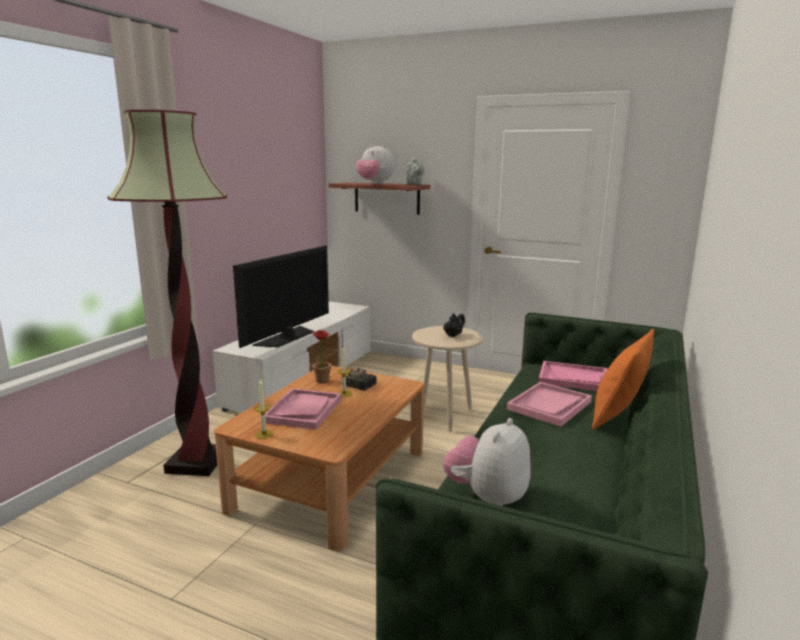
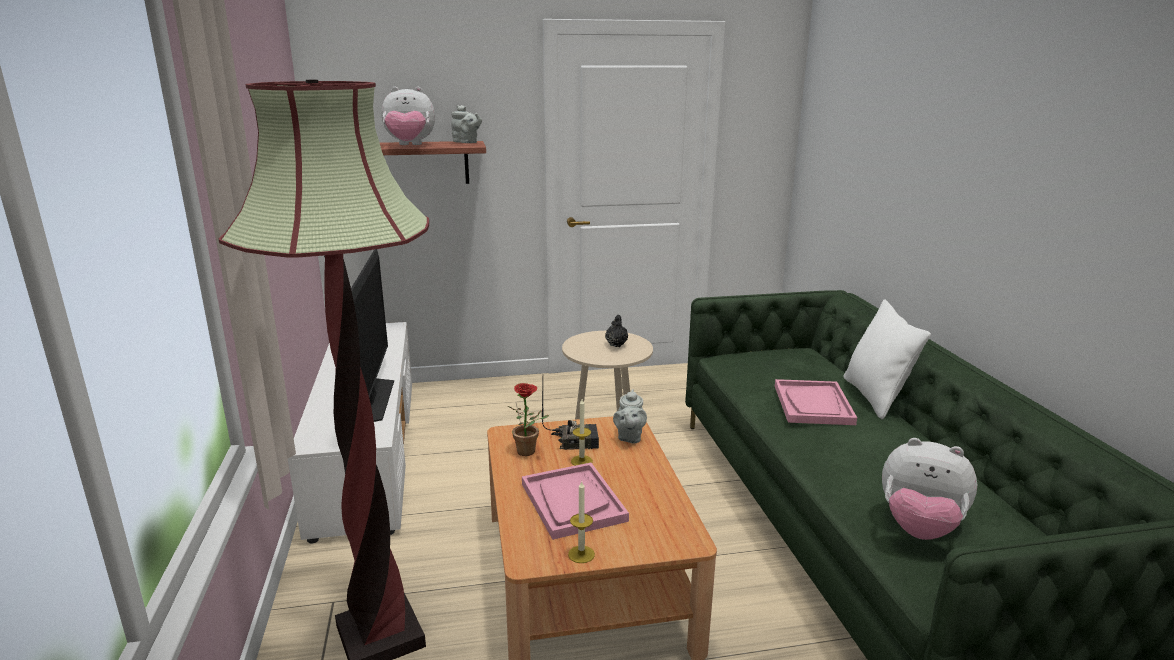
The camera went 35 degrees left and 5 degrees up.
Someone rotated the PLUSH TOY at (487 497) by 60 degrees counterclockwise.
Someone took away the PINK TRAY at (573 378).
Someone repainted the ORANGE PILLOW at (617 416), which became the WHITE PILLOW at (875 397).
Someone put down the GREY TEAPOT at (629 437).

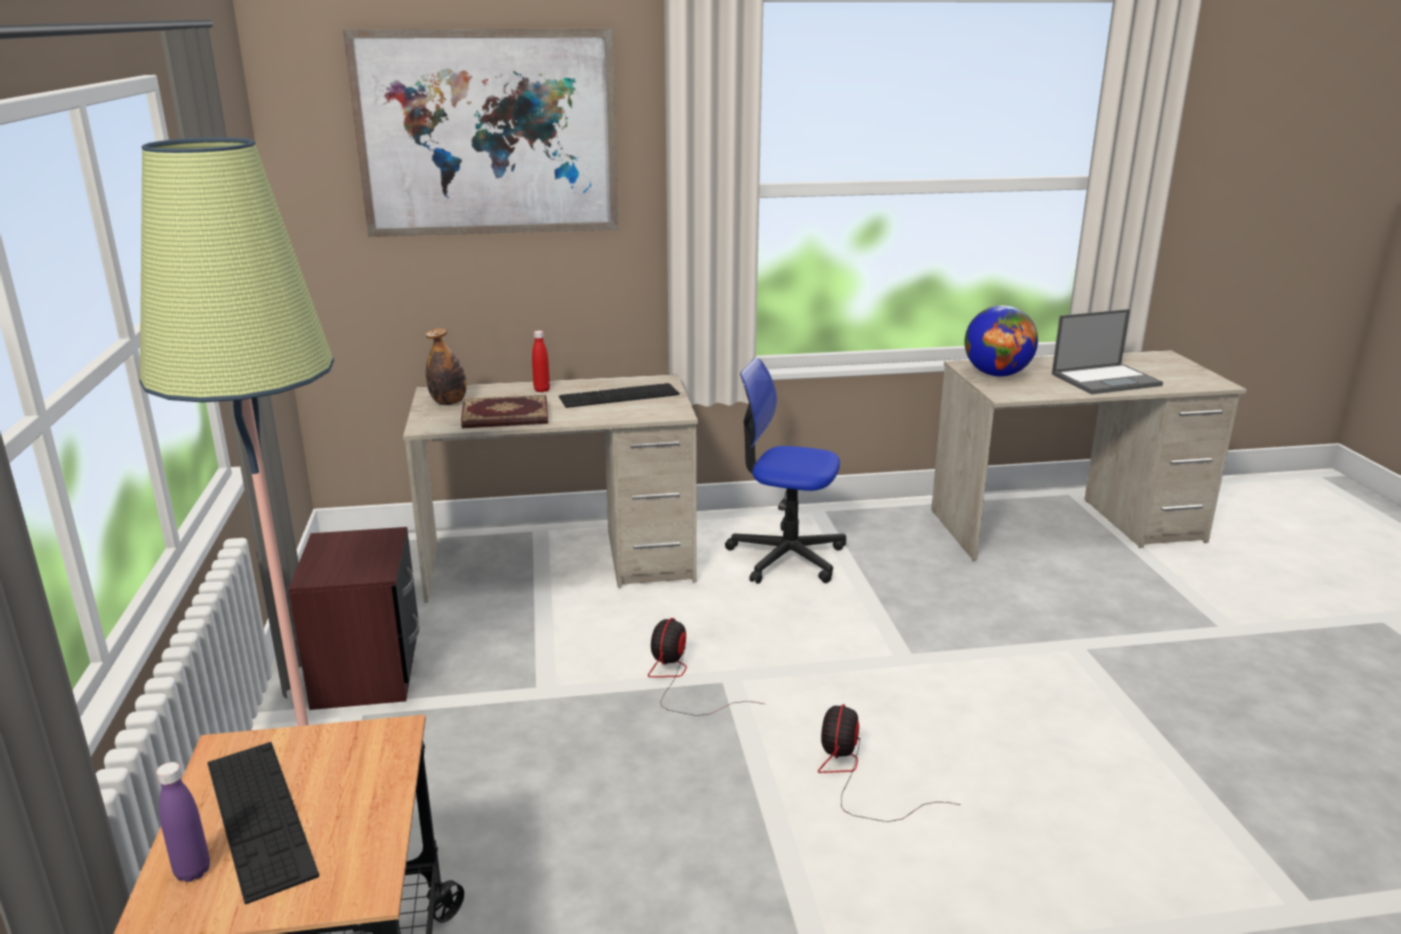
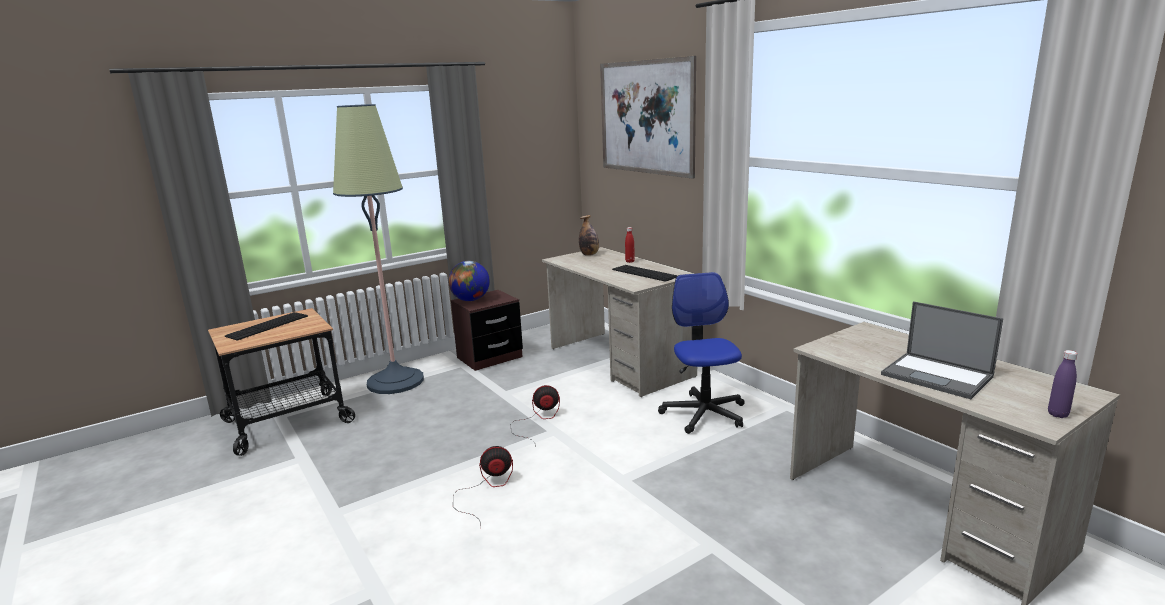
The camera went 65 degrees right and 5 degrees down.
Someone carried the PURPLE BOTTLE from (192 871) to (1057 414).
Someone took away the BOOK at (505 417).
Someone carried the GLOBE from (997 374) to (471 300).

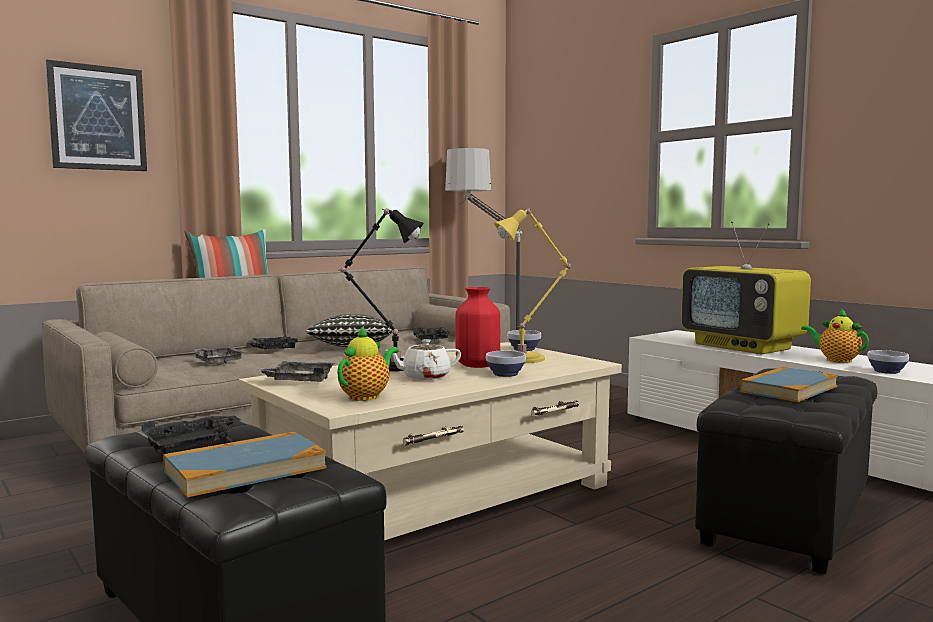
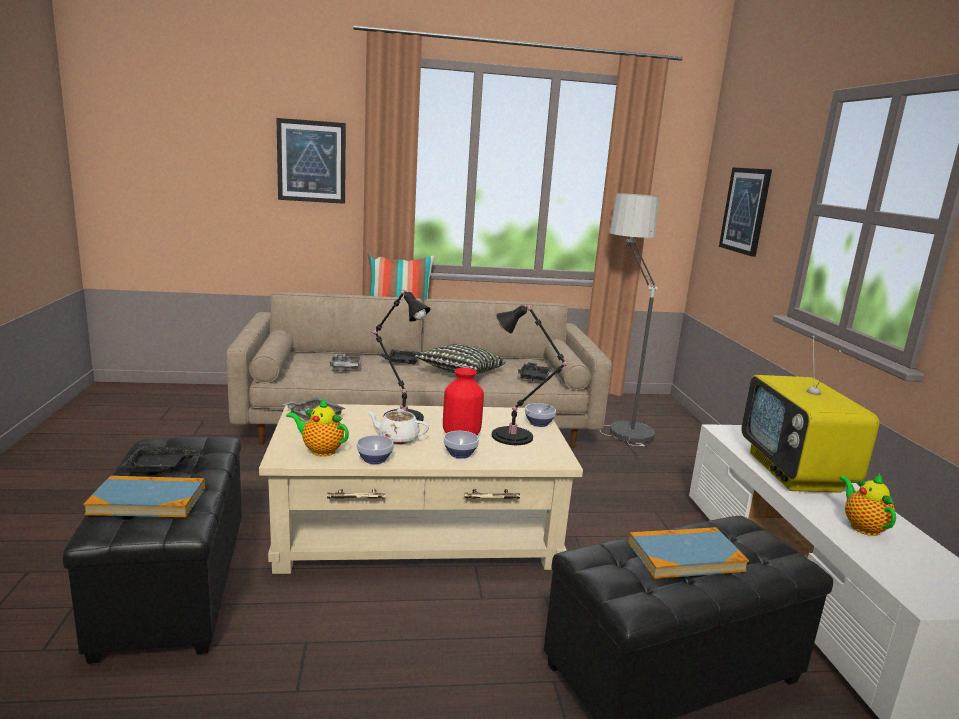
The camera went 30 degrees right and 10 degrees up.
Someone rotated the TEAPOT at (366 396) by 135 degrees counterclockwise.
Someone repainted the YELLOW TABLE LAMP at (526 358), which became the BLACK TABLE LAMP at (515 437).
Someone carried the BOWL from (886 371) to (373 460).
Someone put up the PICTURE at (745 210).

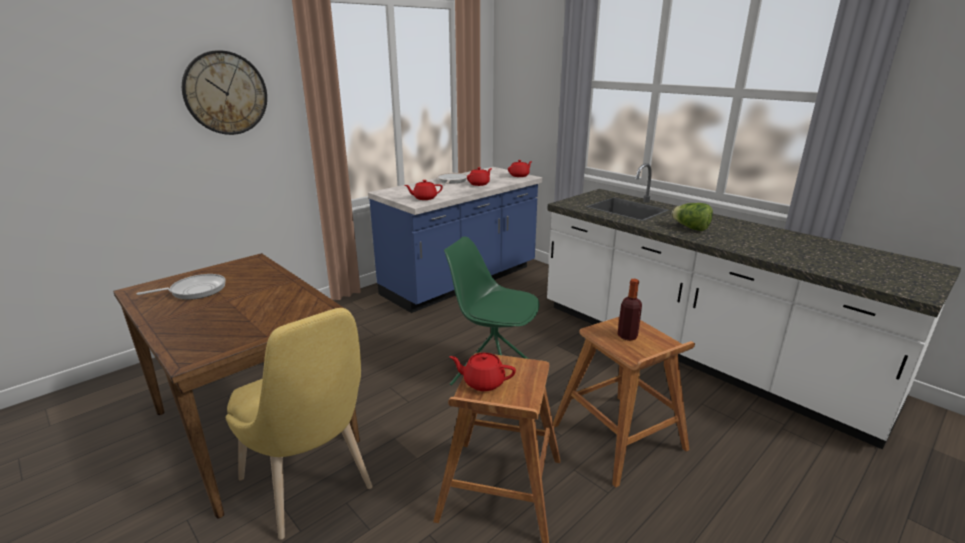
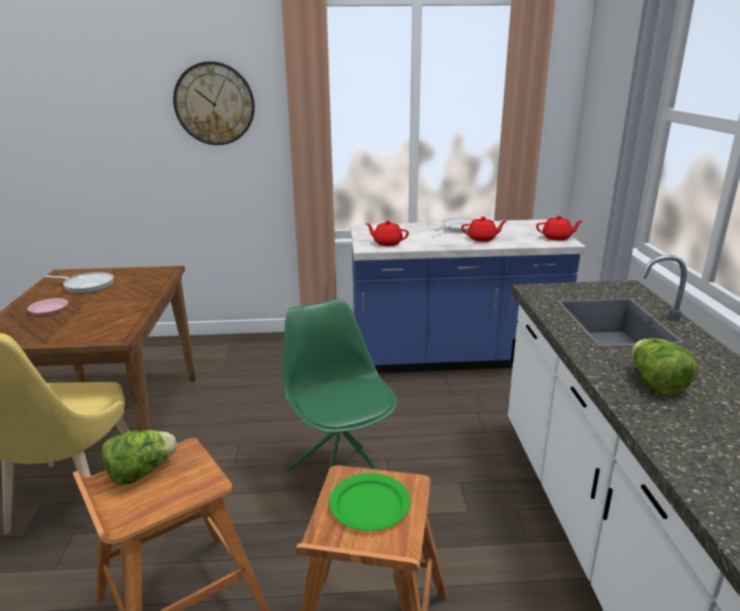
The camera went 40 degrees right and 0 degrees up.
Someone swapped the RED TEAPOT at (483 382) for the LETTUCE at (141 473).
Someone swapped the BOTTLE at (627 336) for the GREEN PLATE at (369 505).
Someone put down the PINK PLATE at (49 309).

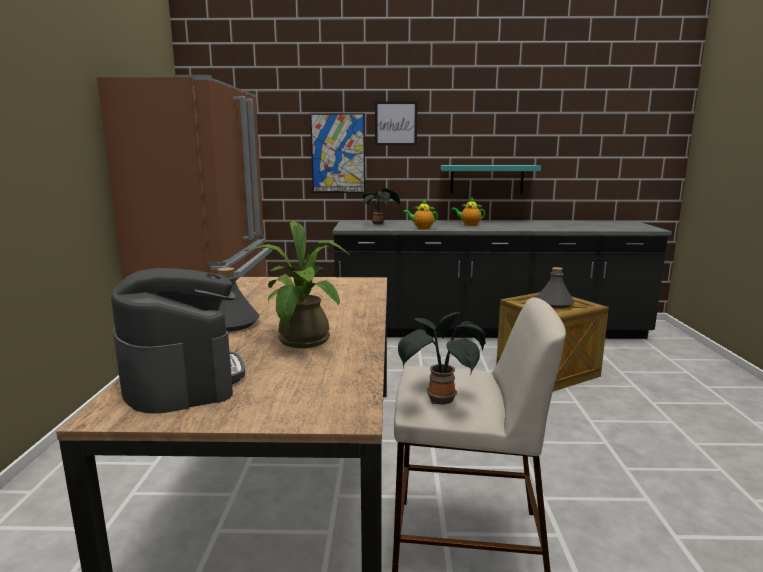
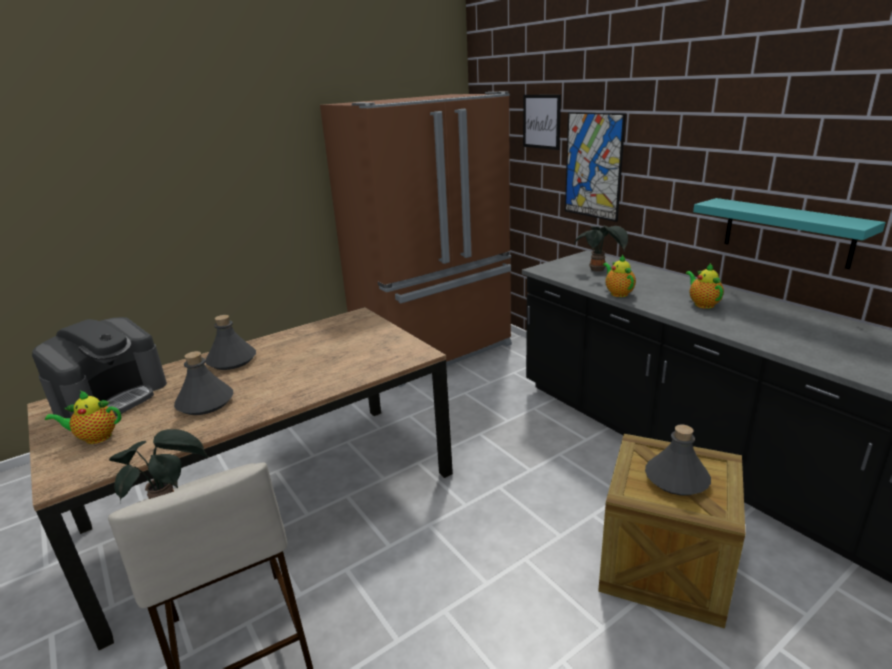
The camera went 55 degrees right and 10 degrees up.
Someone swapped the POTTED PLANT at (303 343) for the GREY BOTTLE at (205 403).
Someone carried the PICTURE from (396 123) to (541 121).
Someone put down the TEAPOT at (95 438).

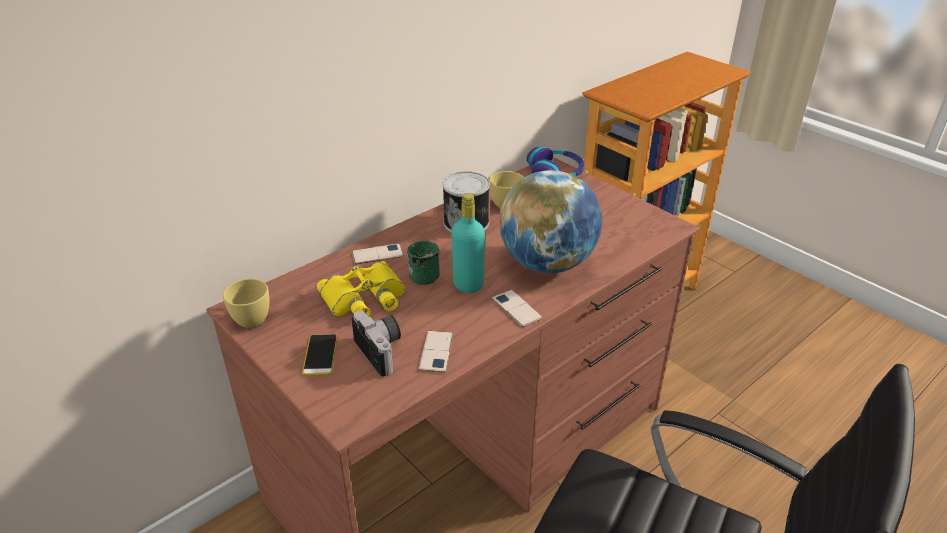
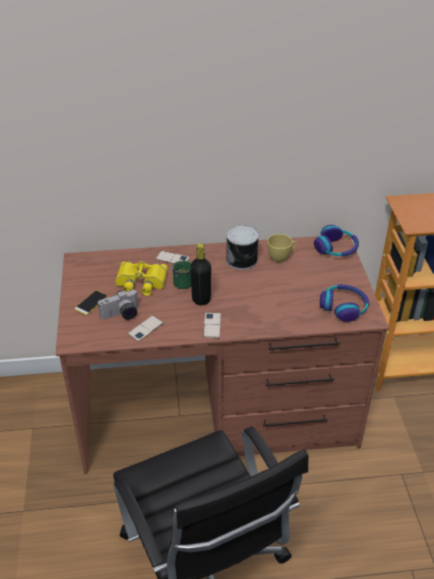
The camera went 35 degrees right and 5 degrees up.
Someone took away the YELLOW CUP at (251 316).
Someone rotated the PHOTO CAMERA at (383 351) by 60 degrees clockwise.
Someone repainted the TURQUOISE BOTTLE at (468 285), which became the BLACK BOTTLE at (201 299).
Someone took away the GLOBE at (547 263).
Someone put down the HEADPHONES at (343 307).

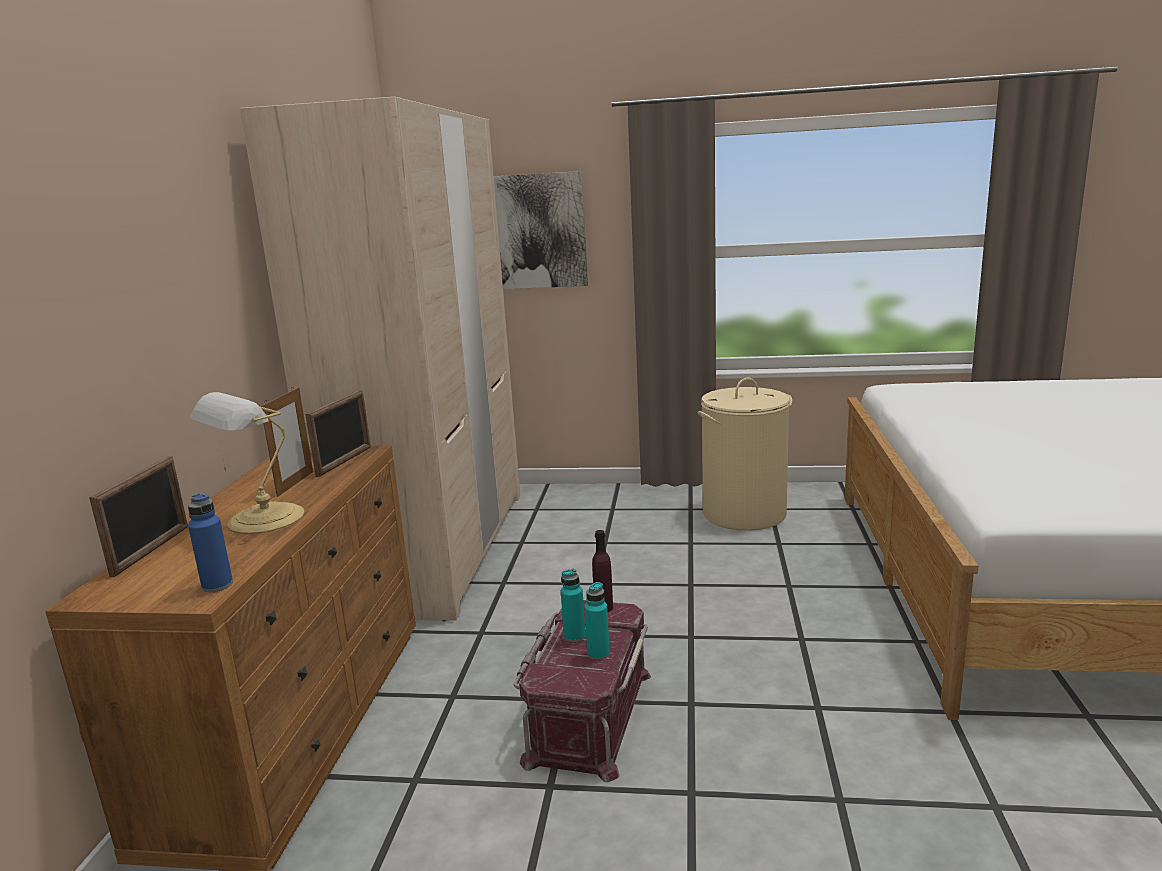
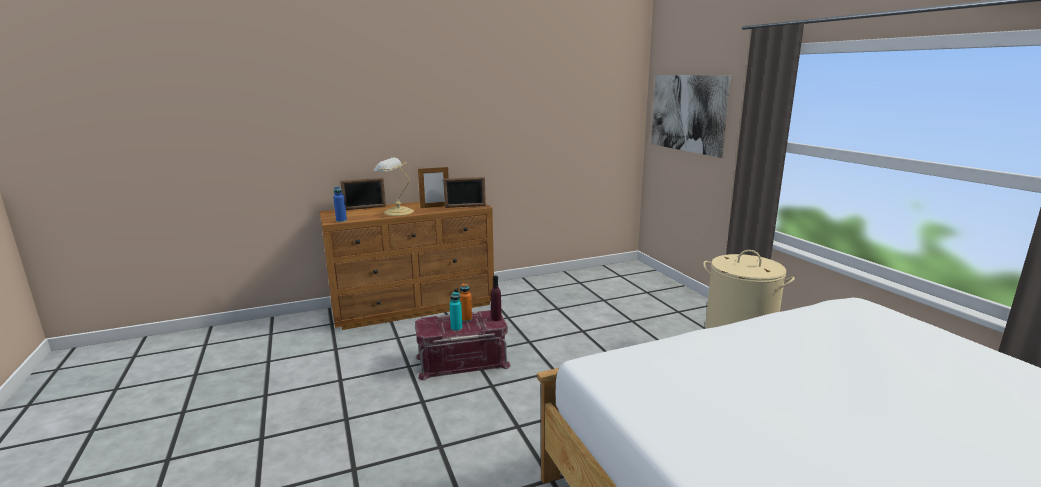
The camera went 60 degrees right and 0 degrees up.
Someone took away the BEIGE WARDROBE at (438 548).
Someone repainted the TURQUOISE BOTTLE at (574 636), which became the ORANGE BOTTLE at (466 319).

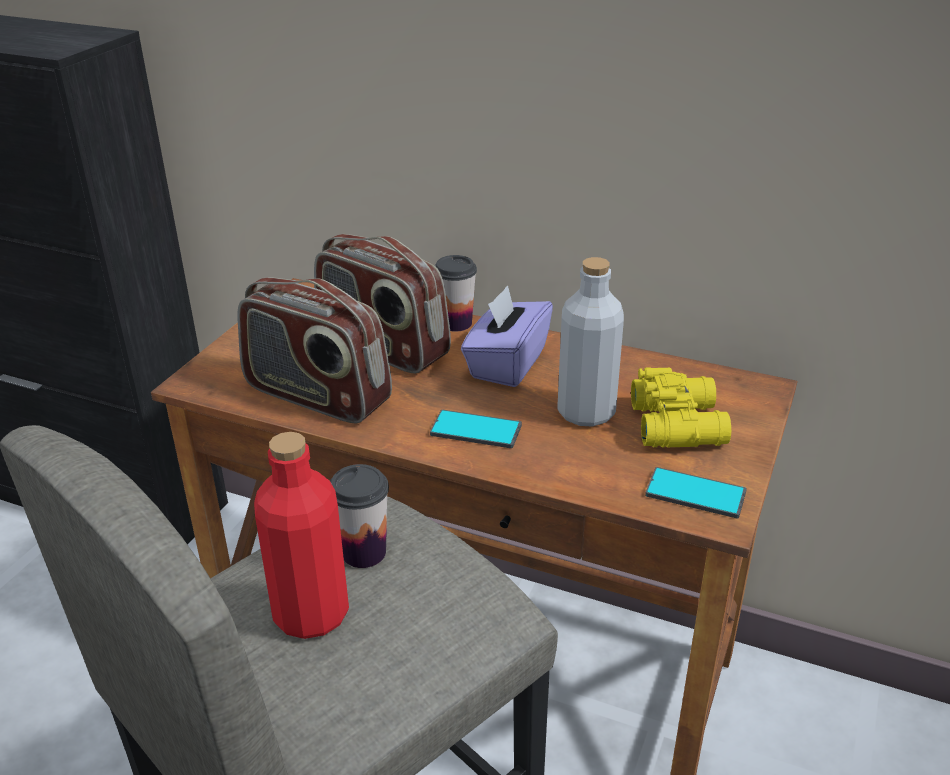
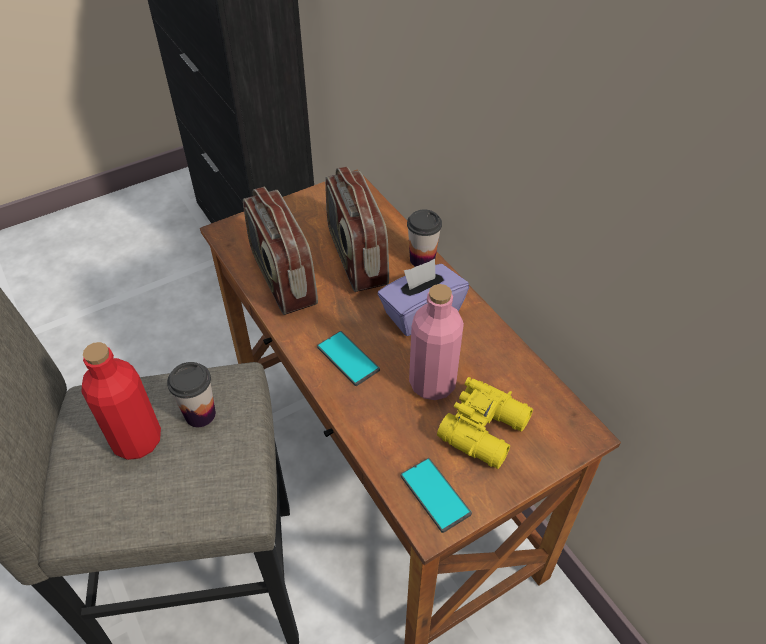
The camera went 35 degrees right and 15 degrees up.
Someone repainted the GREY BOTTLE at (586 412), which became the PINK BOTTLE at (432 383).

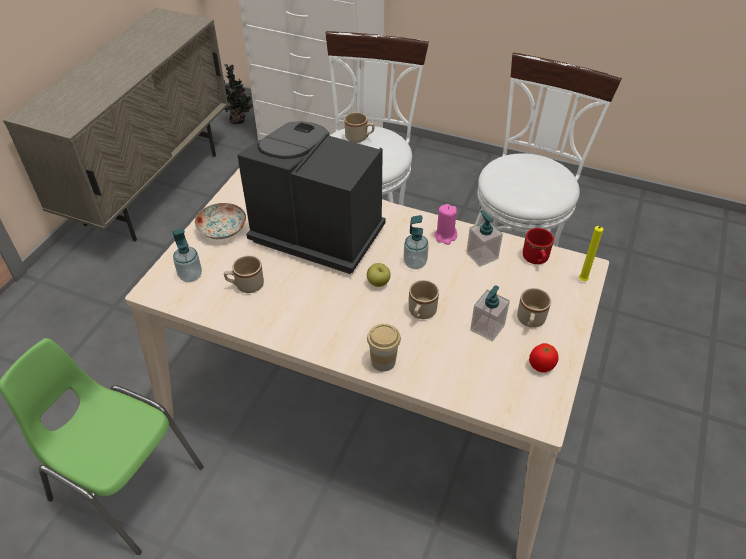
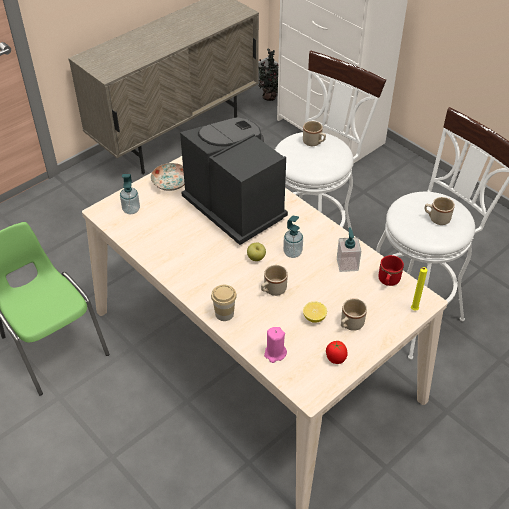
The camera went 25 degrees right and 0 degrees up.
Someone carried the BEIGE MUG from (245 285) to (436 219).
Someone carried the PINK CANDLE from (445 236) to (275 353).
Someone swapped the SOAP DISPENSER at (487 328) for the LEMON at (314 318).

